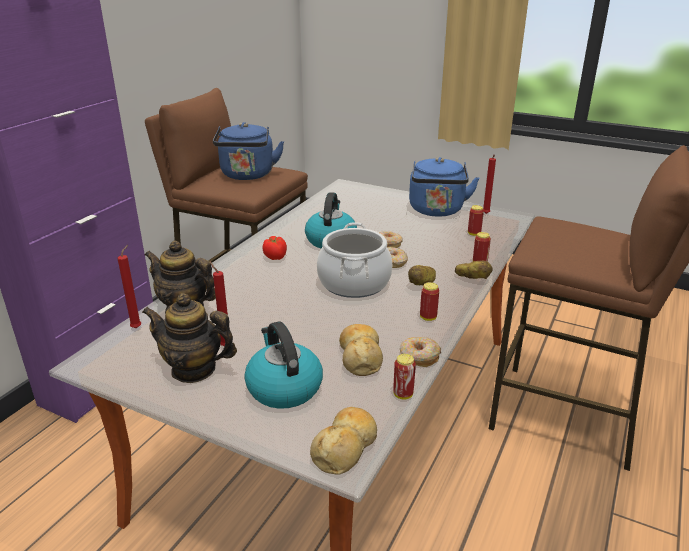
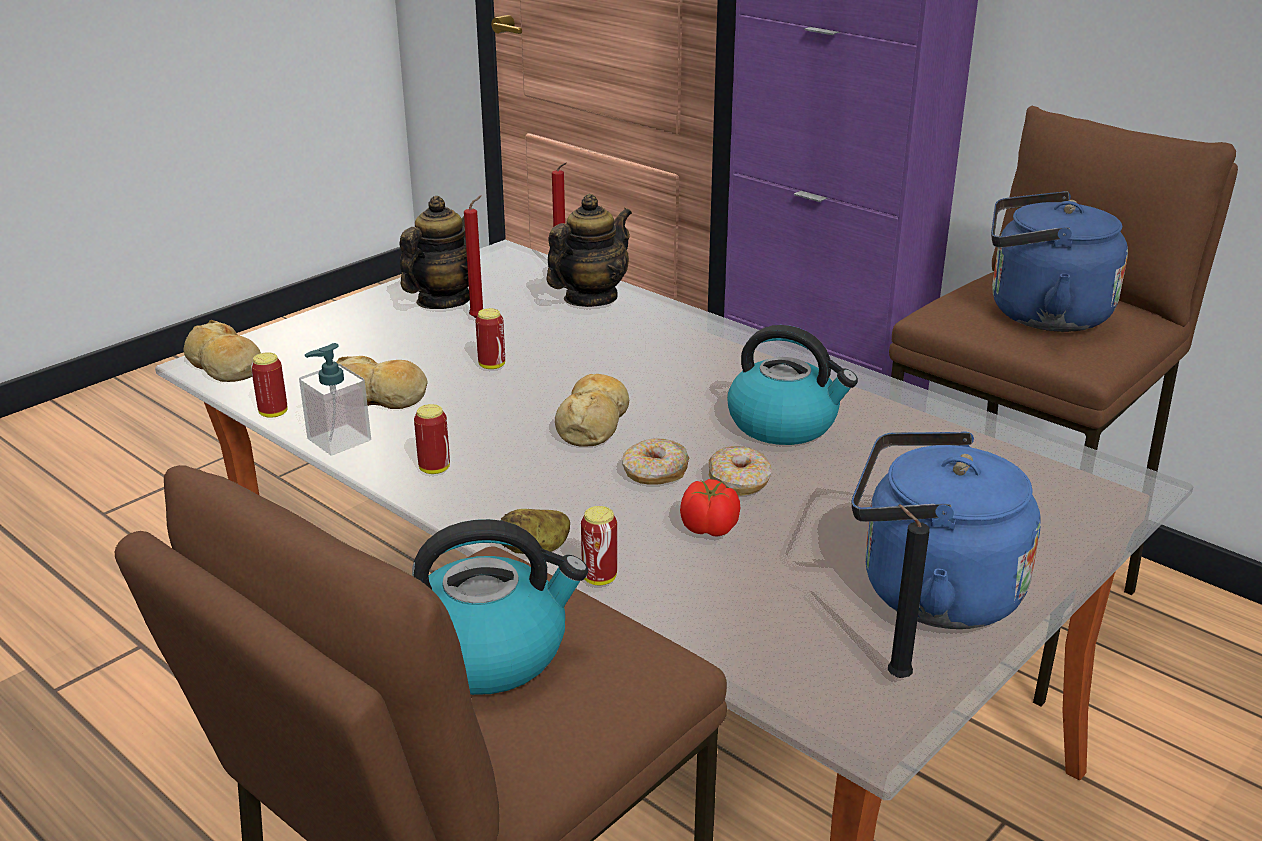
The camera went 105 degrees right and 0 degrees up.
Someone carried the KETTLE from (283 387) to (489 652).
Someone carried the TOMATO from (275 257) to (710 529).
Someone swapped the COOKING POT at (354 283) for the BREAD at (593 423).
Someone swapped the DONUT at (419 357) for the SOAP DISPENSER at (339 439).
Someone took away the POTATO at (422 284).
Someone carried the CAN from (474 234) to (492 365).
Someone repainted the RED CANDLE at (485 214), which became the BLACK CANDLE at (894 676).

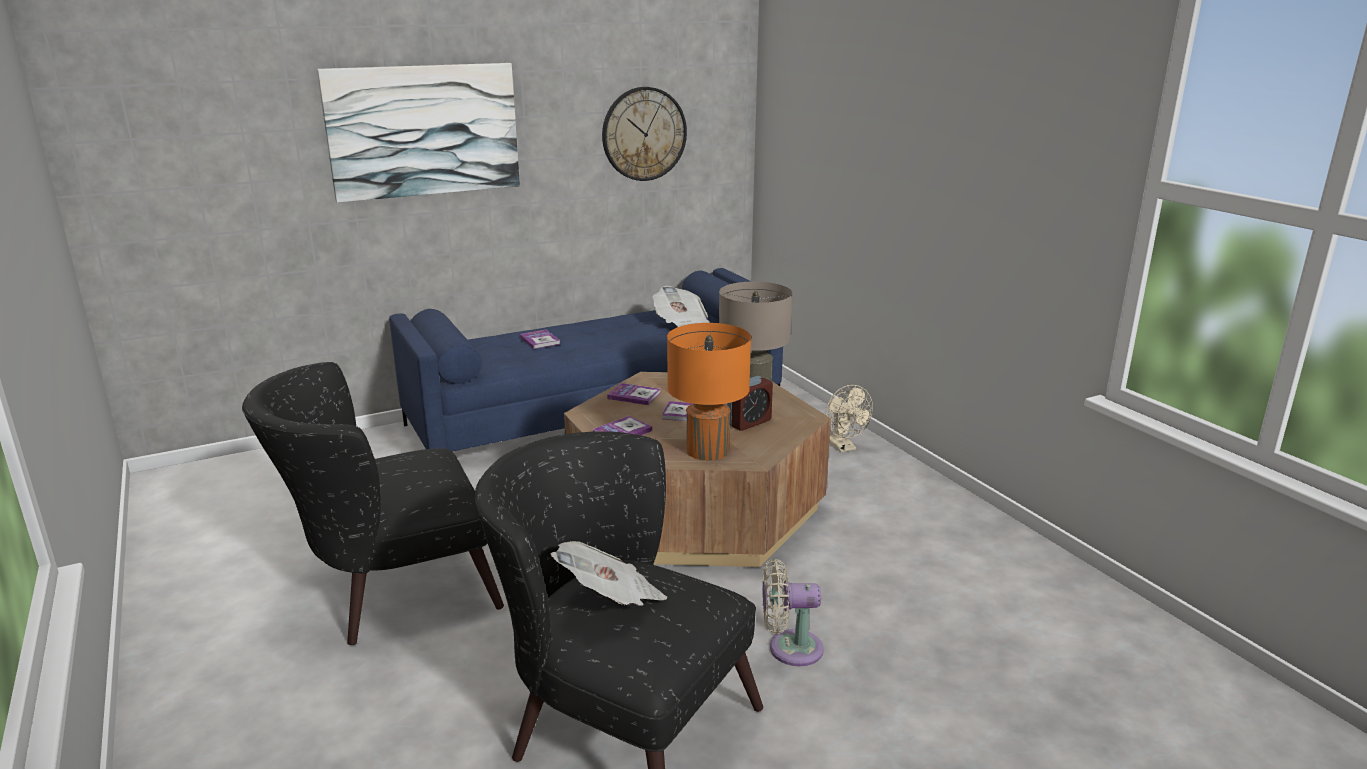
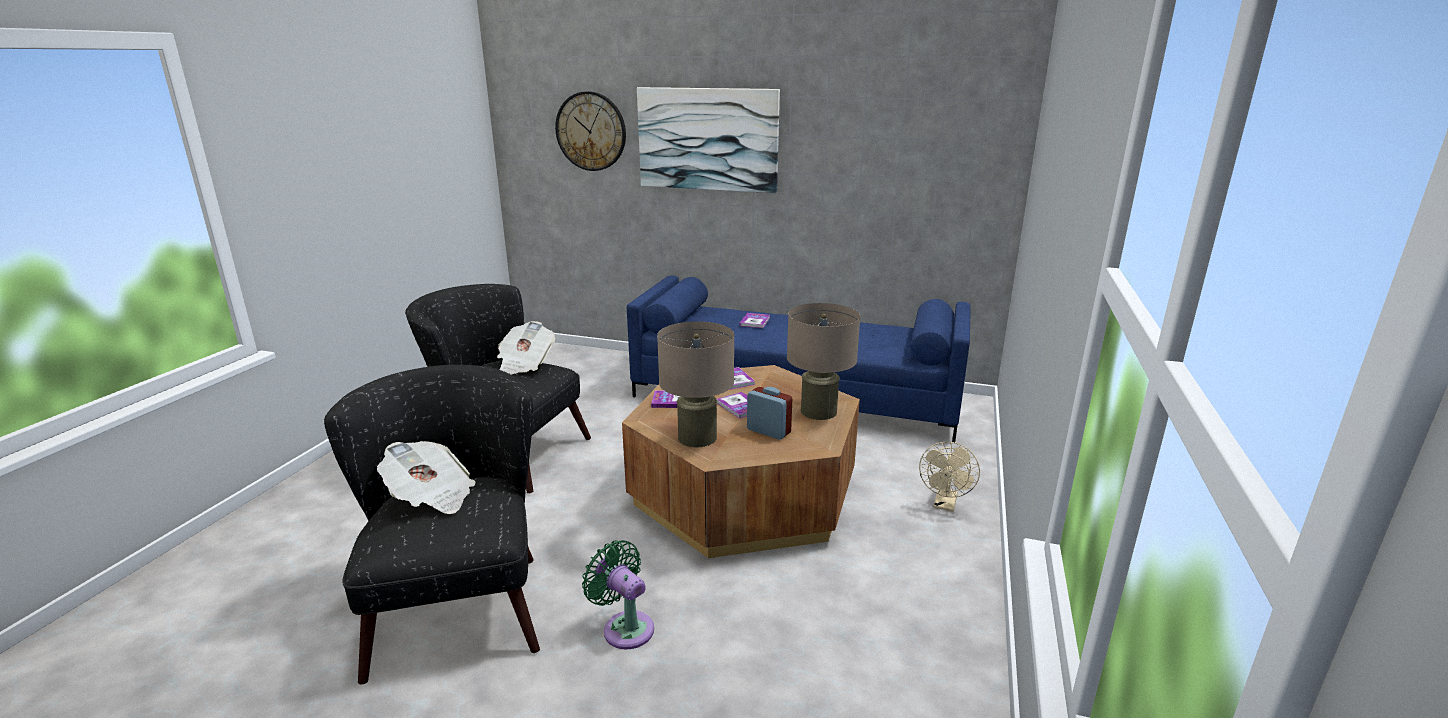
The camera went 45 degrees right and 0 degrees up.
Someone carried the WALL CLOCK from (644 134) to (591 131).
Someone carried the NEWSPAPER from (681 324) to (525 364).
Someone repainted the ORANGE TABLE LAMP at (707 450), which became the BEIGE TABLE LAMP at (697 437).
Someone rotated the ALARM CLOCK at (749 422) by 150 degrees counterclockwise.
Someone repainted the BEIGE FAN at (789 648), which became the GREEN FAN at (625 627).

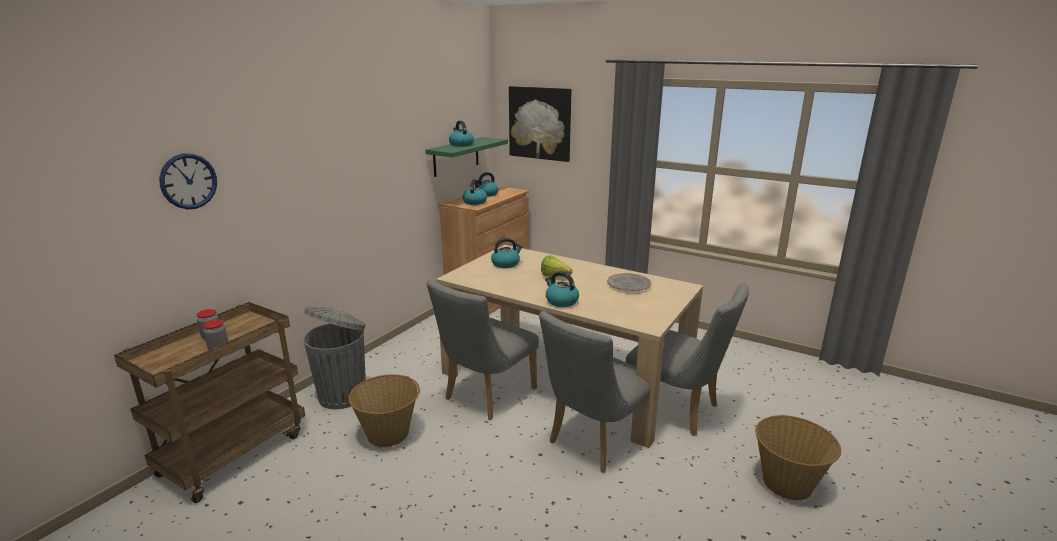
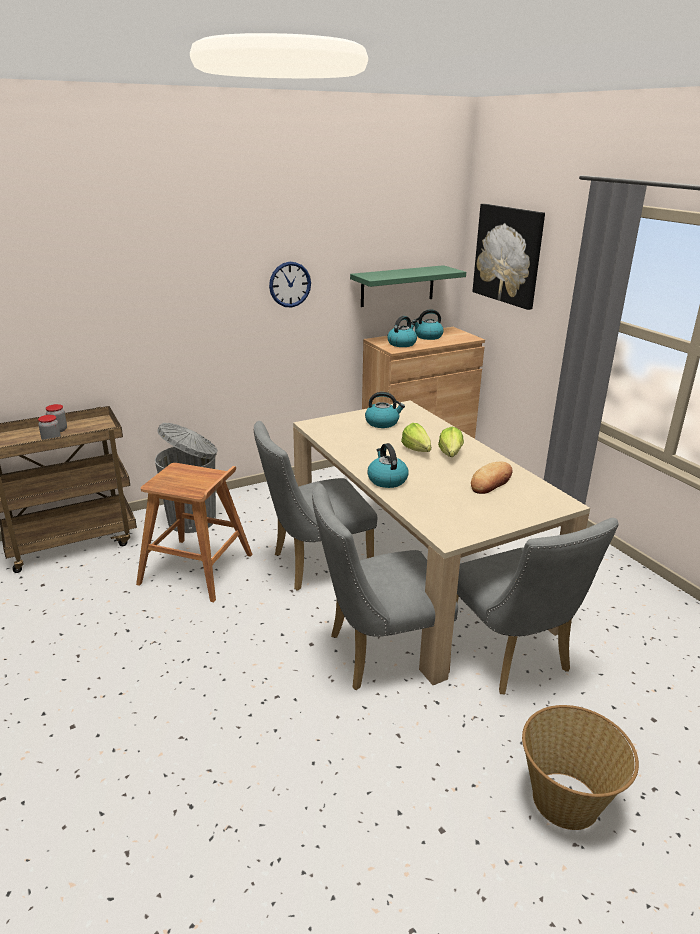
The camera went 30 degrees right and 5 degrees up.
Someone carried the WALL CLOCK from (188 181) to (290 284).
Someone swapped the BASKET at (389 433) for the BROWN STOOL at (197 569).
Someone took away the KETTLE at (461 145).
Someone swapped the GREY PLATE at (629 285) for the BREAD at (491 482).
Someone put down the LETTUCE at (449 456).

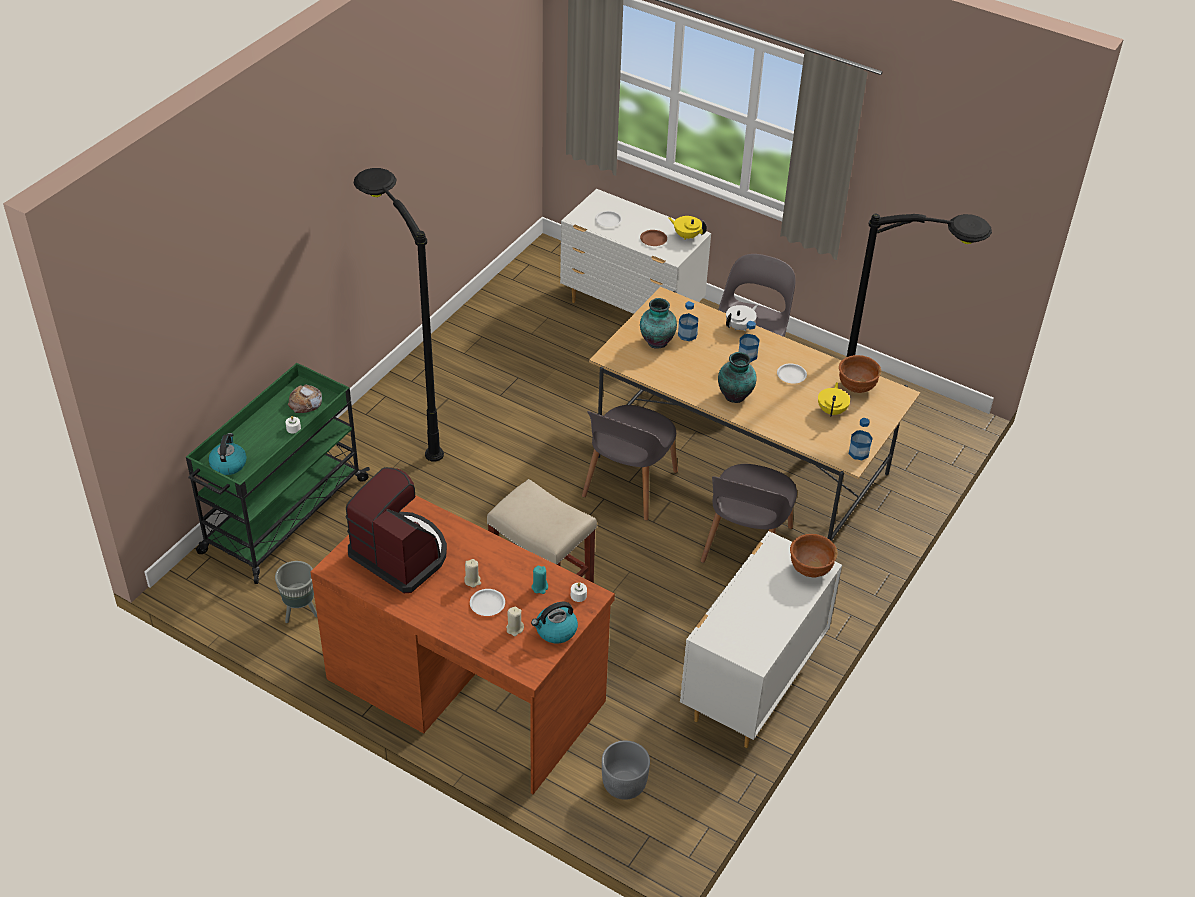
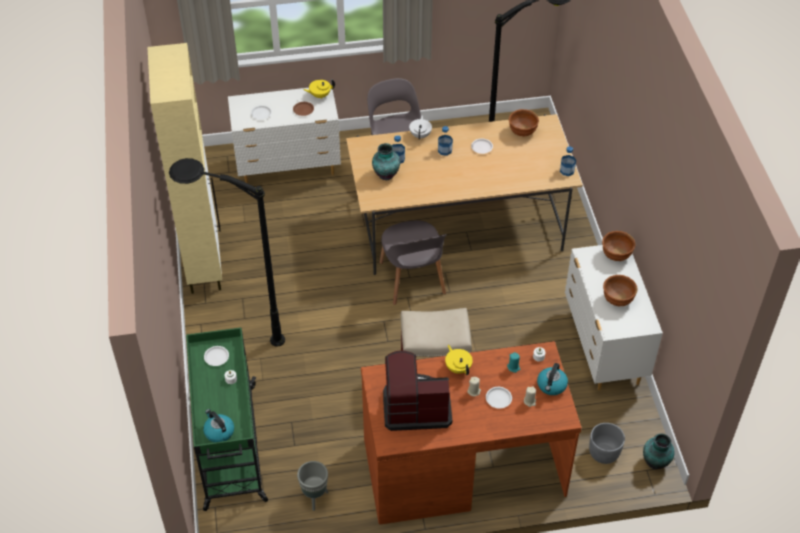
The camera went 40 degrees left and 5 degrees up.
Someone swapped the BREAD at (305 402) for the WHITE PLATE at (217 357).
Someone took away the GREY CHAIR at (746 546).
Someone carried the VASE from (735 396) to (656 462).
Someone carried the YELLOW TEAPOT from (832 410) to (458 367).
Someone put down the BEIGE CABINET at (204 264).
Someone put down the BROWN BOWL at (617 299).

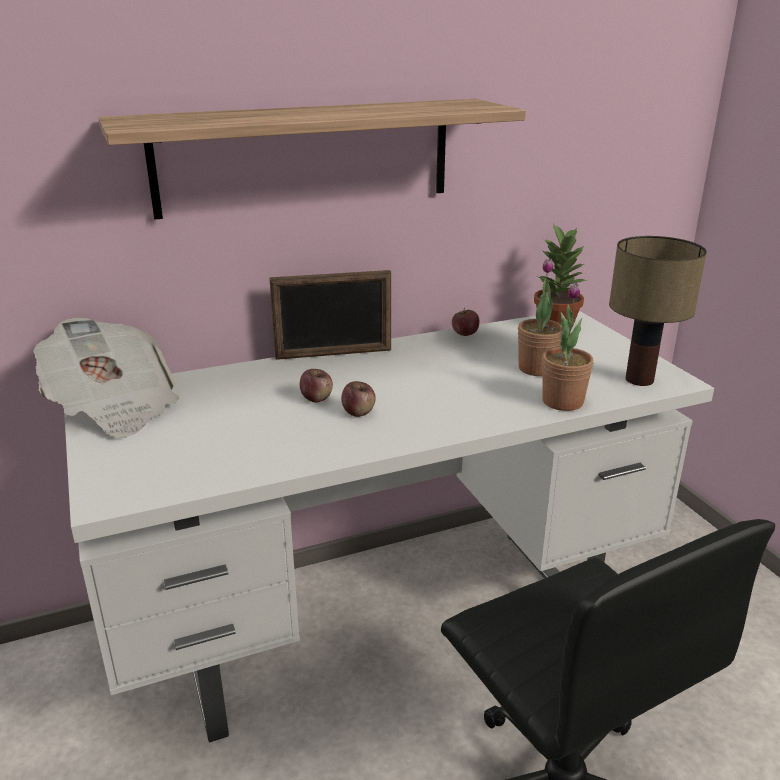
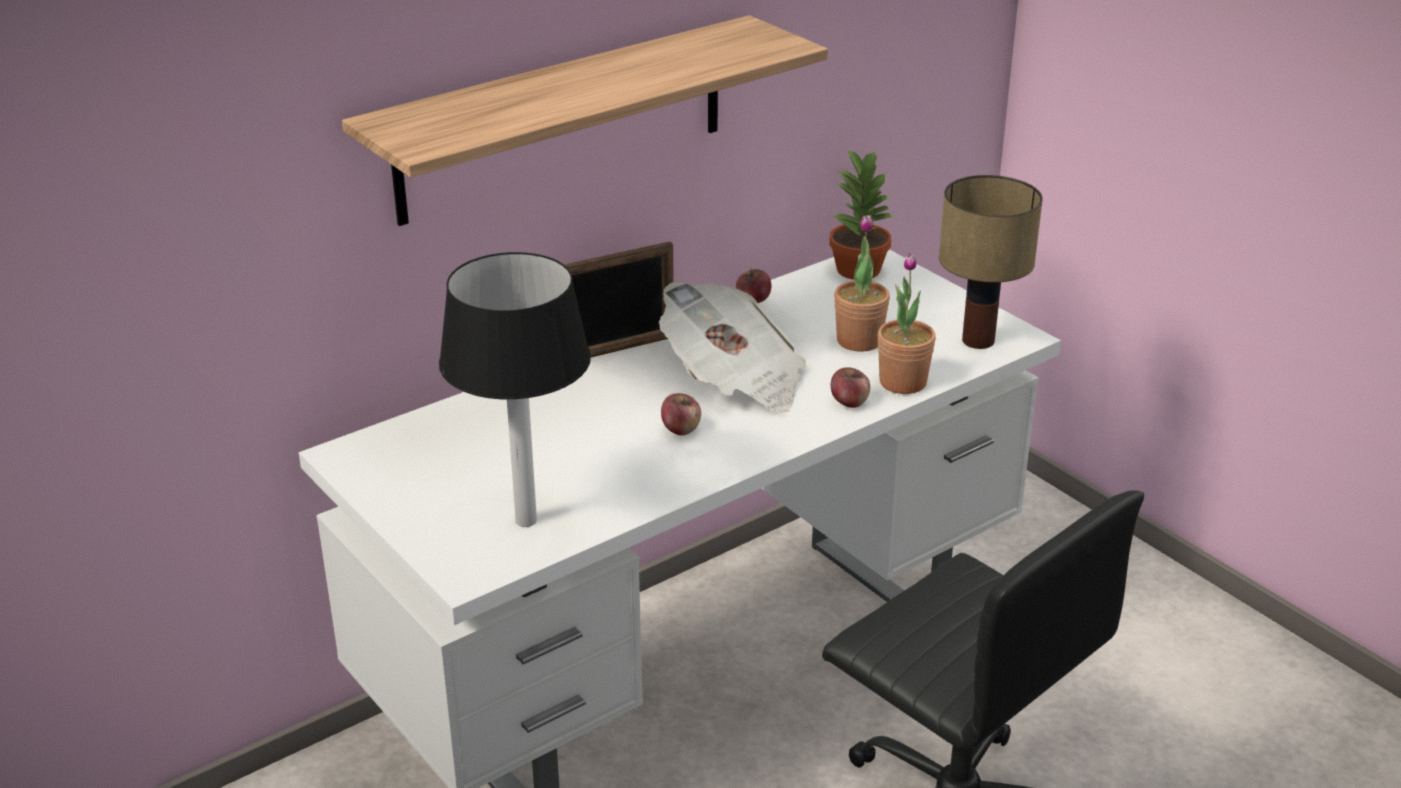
The camera went 15 degrees left and 5 degrees up.
Someone carried the NEWSPAPER from (113 407) to (734 381).
Someone carried the APPLE from (316 398) to (849 402).
Someone put down the TABLE LAMP at (524 520).

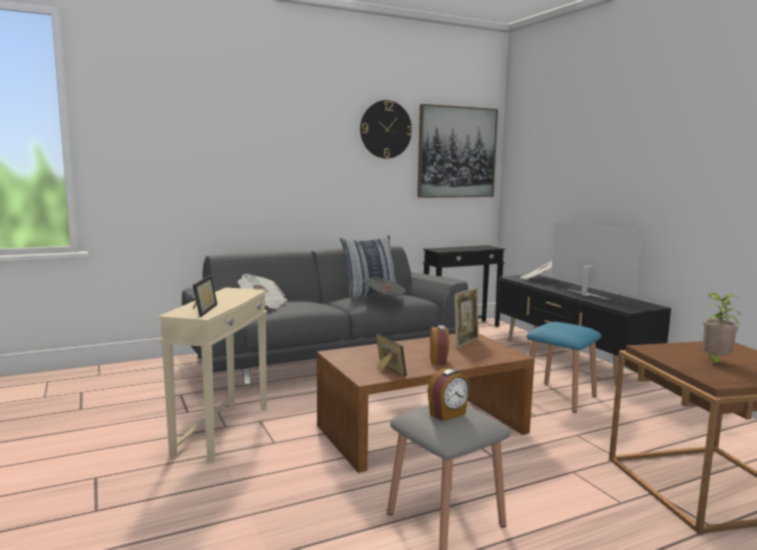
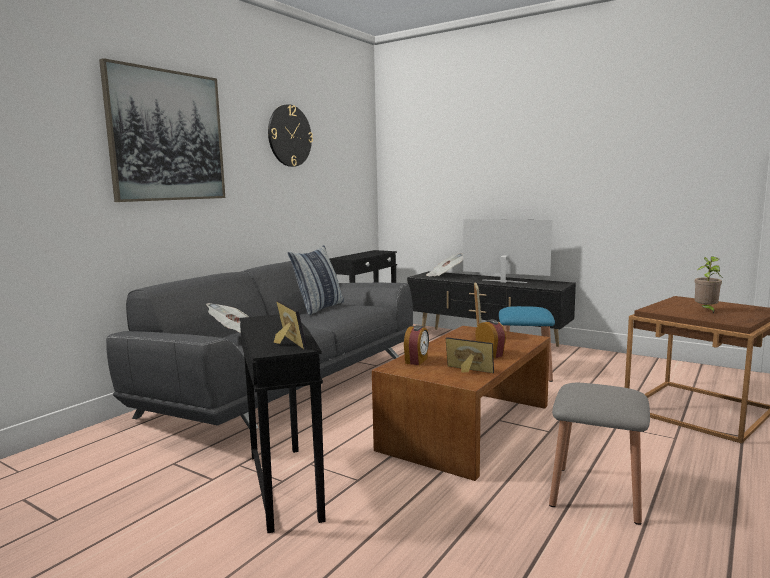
The camera went 30 degrees left and 0 degrees up.
Someone repainted the BEIGE SIDE TABLE at (223 430), which became the BLACK SIDE TABLE at (285 485).
Someone took away the NEWSPAPER at (386 299).
Someone carried the PICTURE from (457 152) to (167 136).
Someone carried the ALARM CLOCK from (448 414) to (417 361).

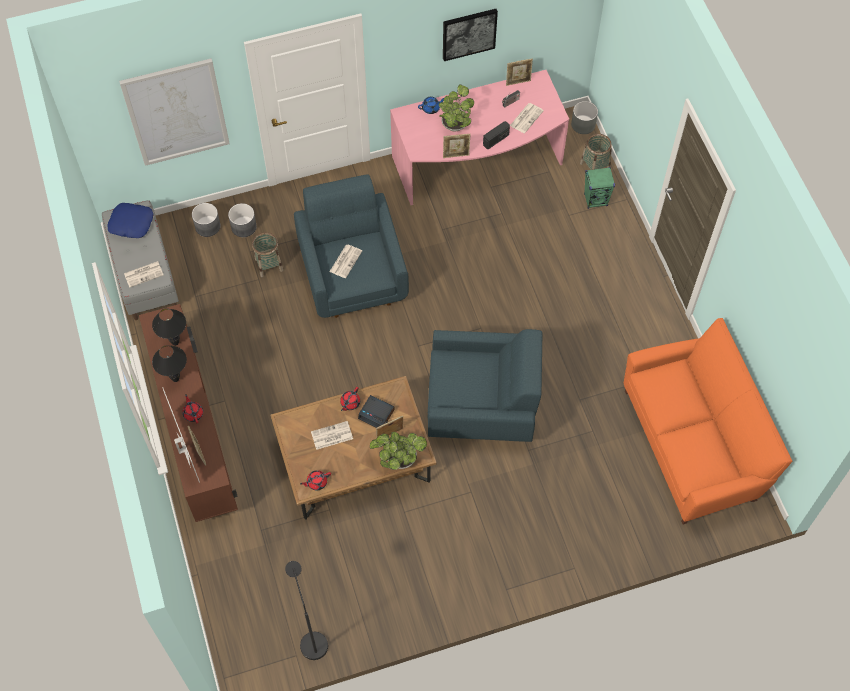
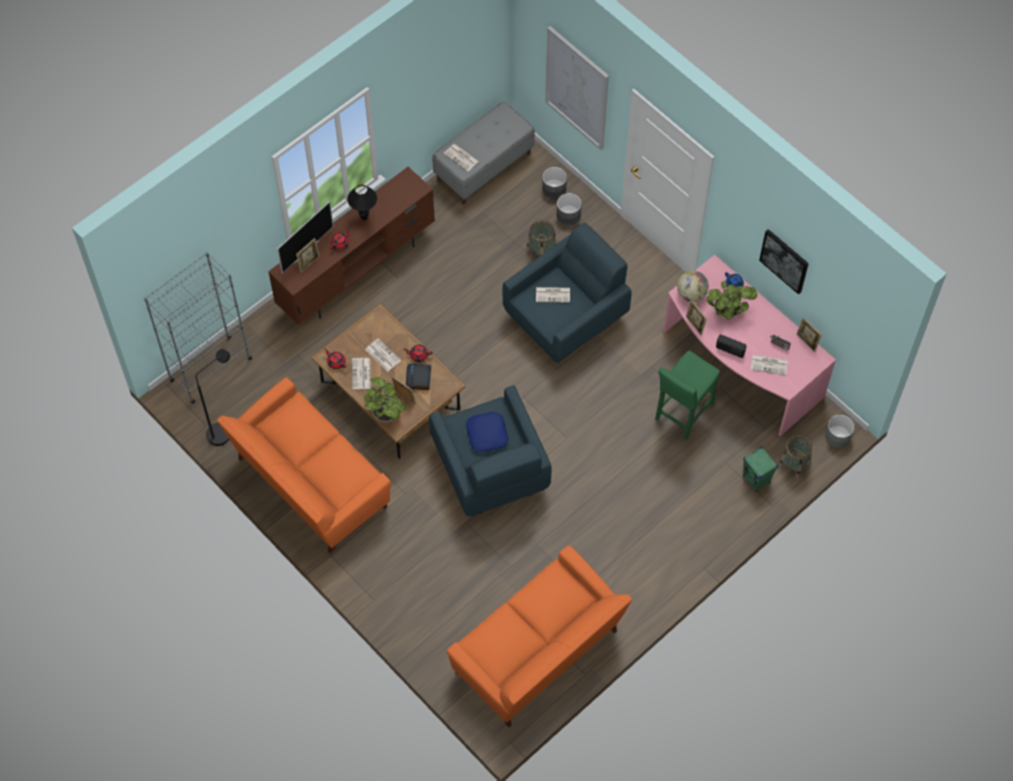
The camera went 65 degrees right and 0 degrees up.
Someone carried the BLUE PILLOW from (131 224) to (486 434).
Someone took away the BLACK TABLE LAMP at (175 343).
Someone put down the GREY BOOKCASE at (210 370).
Someone put down the ORANGE SOFA at (310 484).
Someone put down the NEWSPAPER at (361 374).
Someone put down the GREEN STOOL at (682 414).
Someone put down the GLOBE at (691 294).

